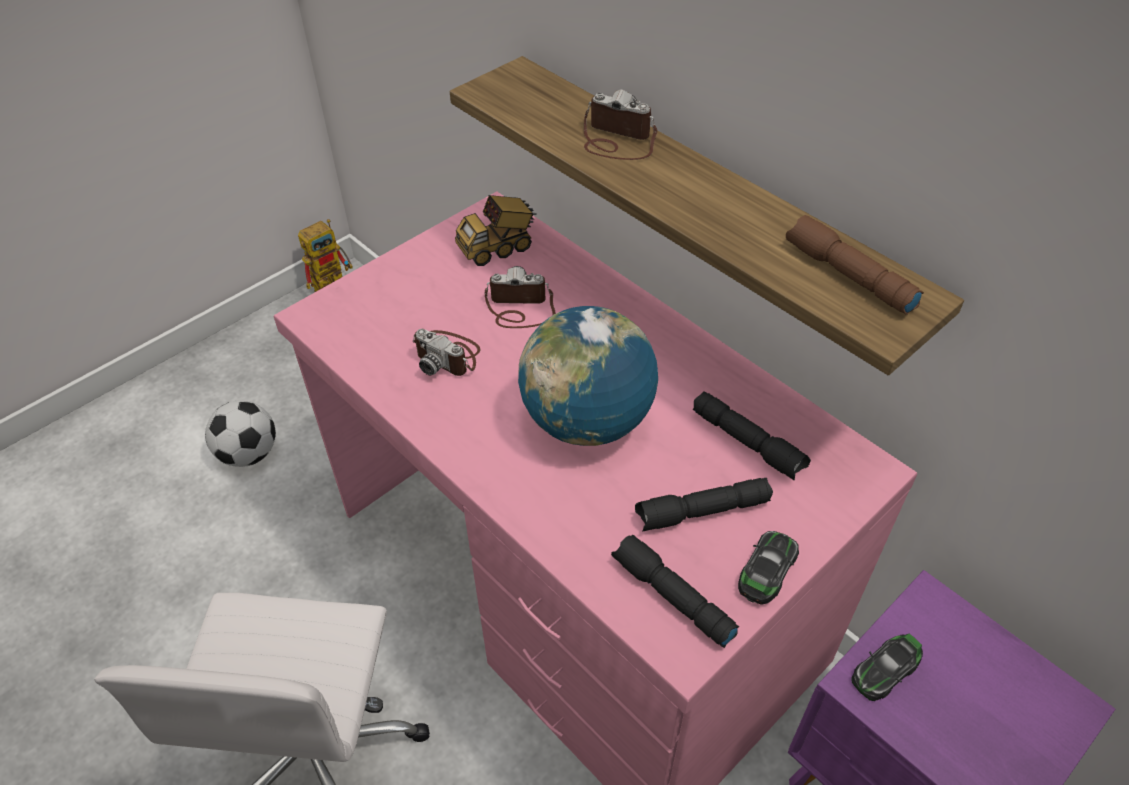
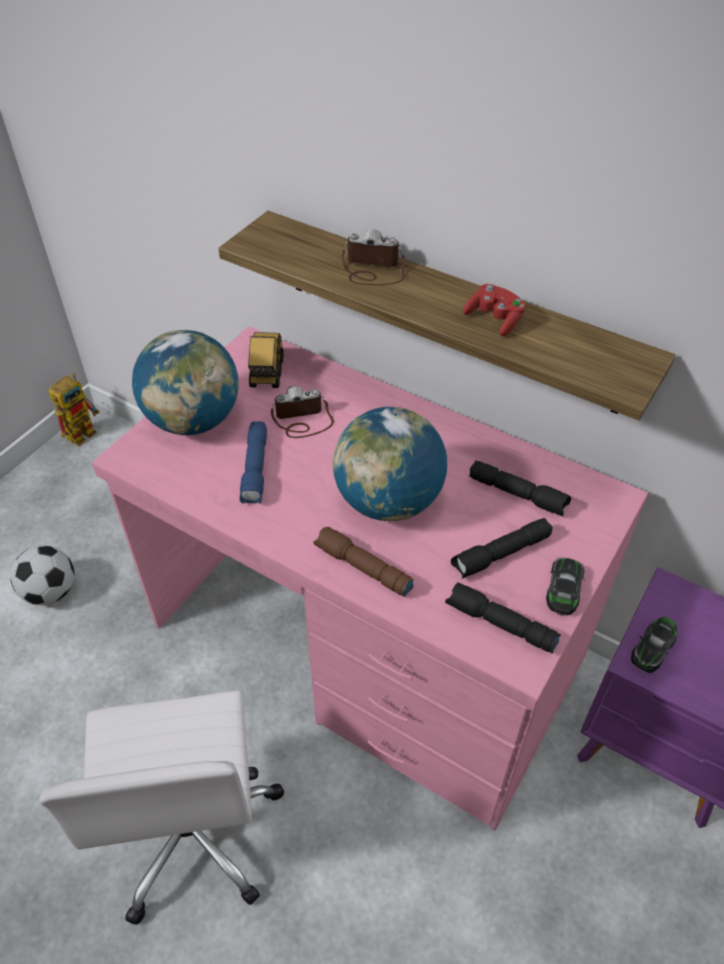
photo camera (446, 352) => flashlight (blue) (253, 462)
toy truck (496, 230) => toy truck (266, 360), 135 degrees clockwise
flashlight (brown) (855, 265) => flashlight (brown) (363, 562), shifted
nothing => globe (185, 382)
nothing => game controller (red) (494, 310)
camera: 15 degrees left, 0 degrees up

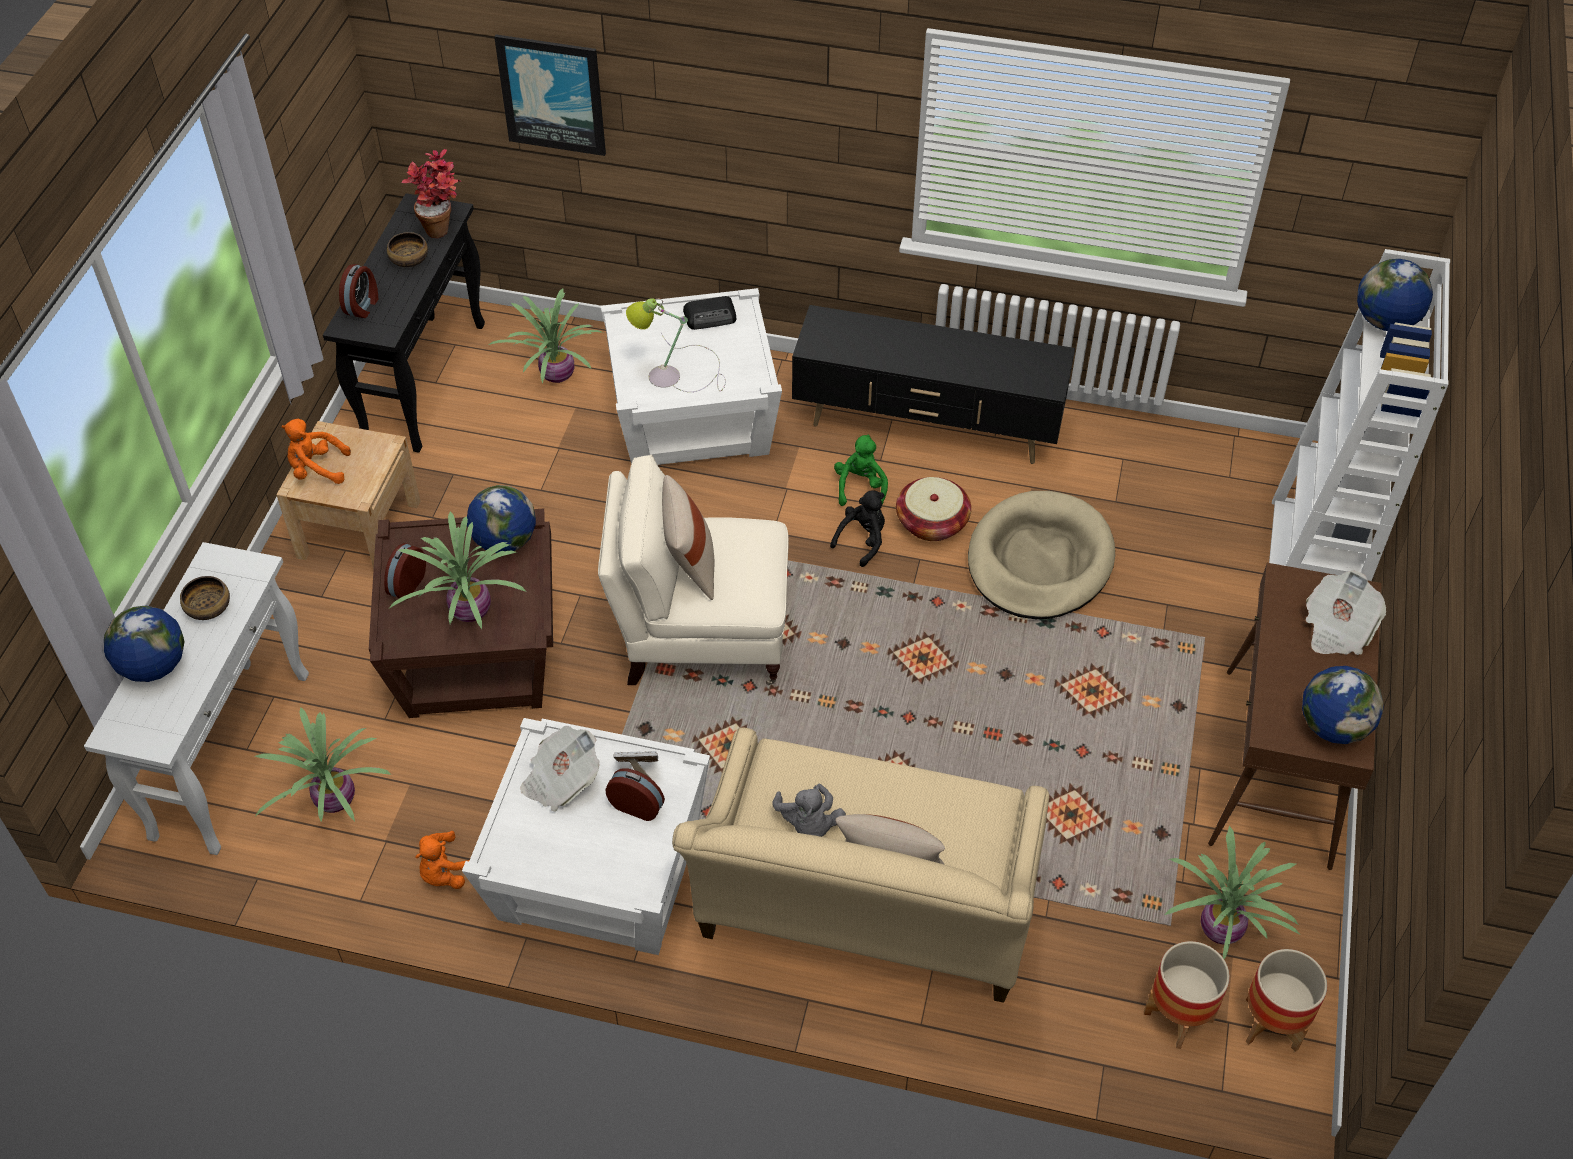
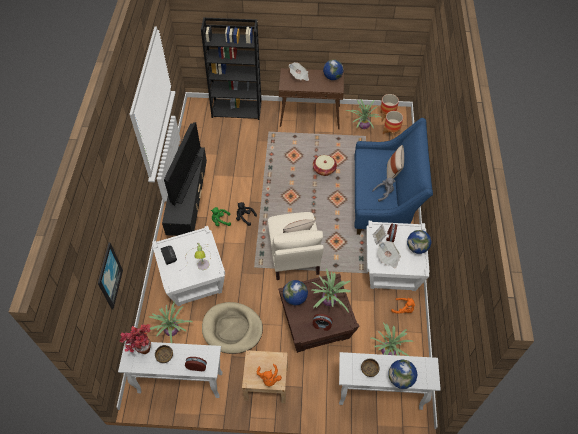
console table (black) (404, 323) => console table (white) (170, 369)
sofa (beige) (860, 865) => sofa (blue) (393, 176)
basket (933, 509) => basket (325, 165), shifted
dog bed (beige) (1041, 555) => dog bed (beige) (232, 328), shifted
bookcase (white) (1359, 415) => bookcase (black) (231, 68)
globe (1395, 295) => globe (419, 242), shifted
nothing => television (183, 164)
camera: 100 degrees left, 5 degrees up

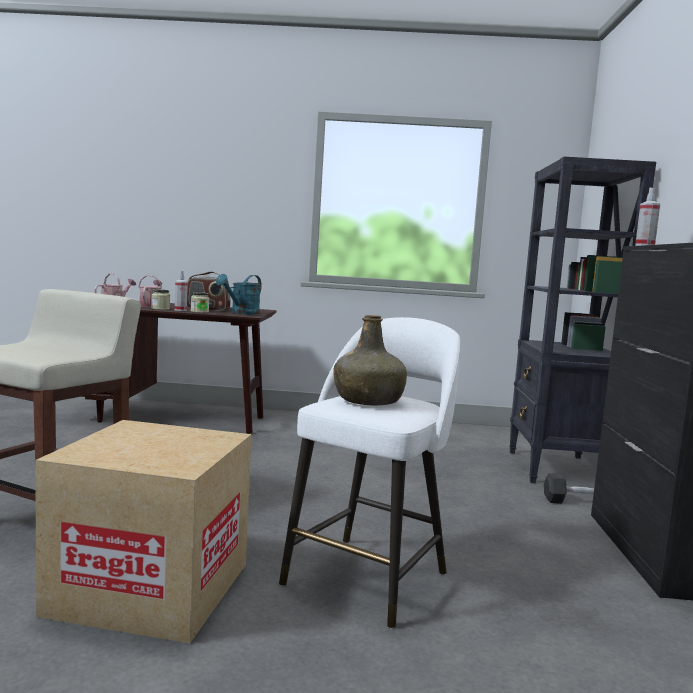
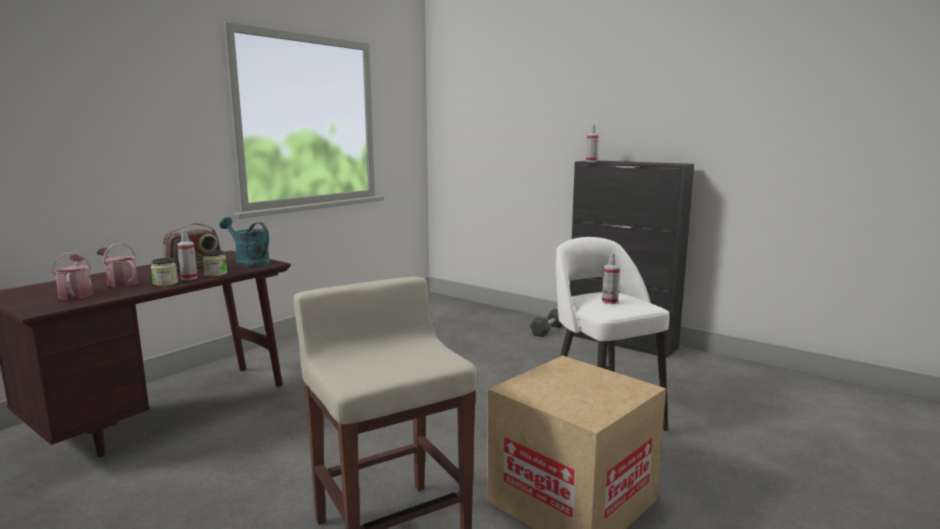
watering can (turquoise) (239, 294) => watering can (turquoise) (244, 242), 150 degrees clockwise
bottle (green) (370, 360) => spray bottle (611, 278)
bookcase (black) (582, 320) => nothing
camera: 55 degrees left, 5 degrees up

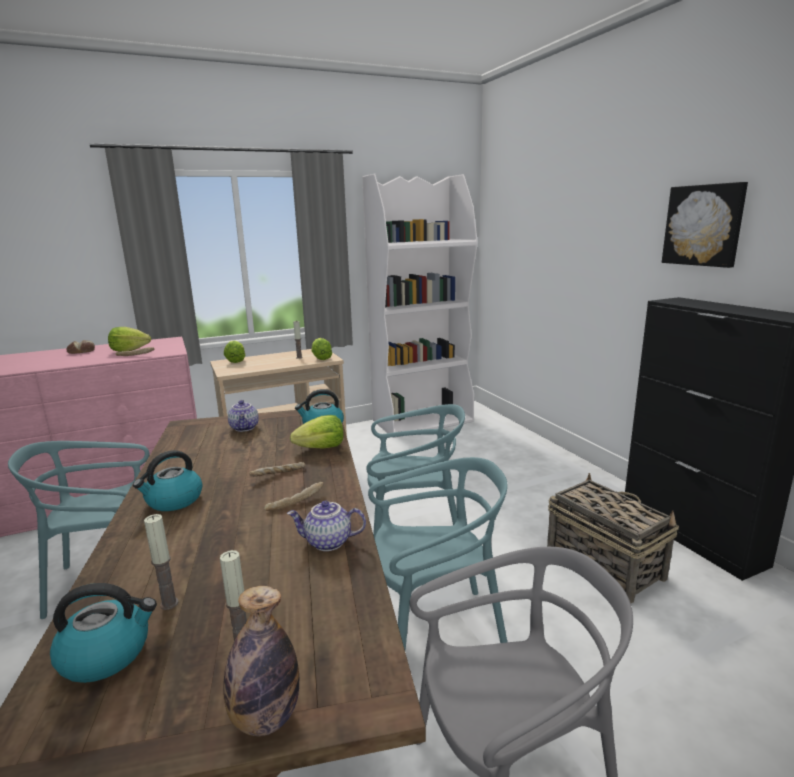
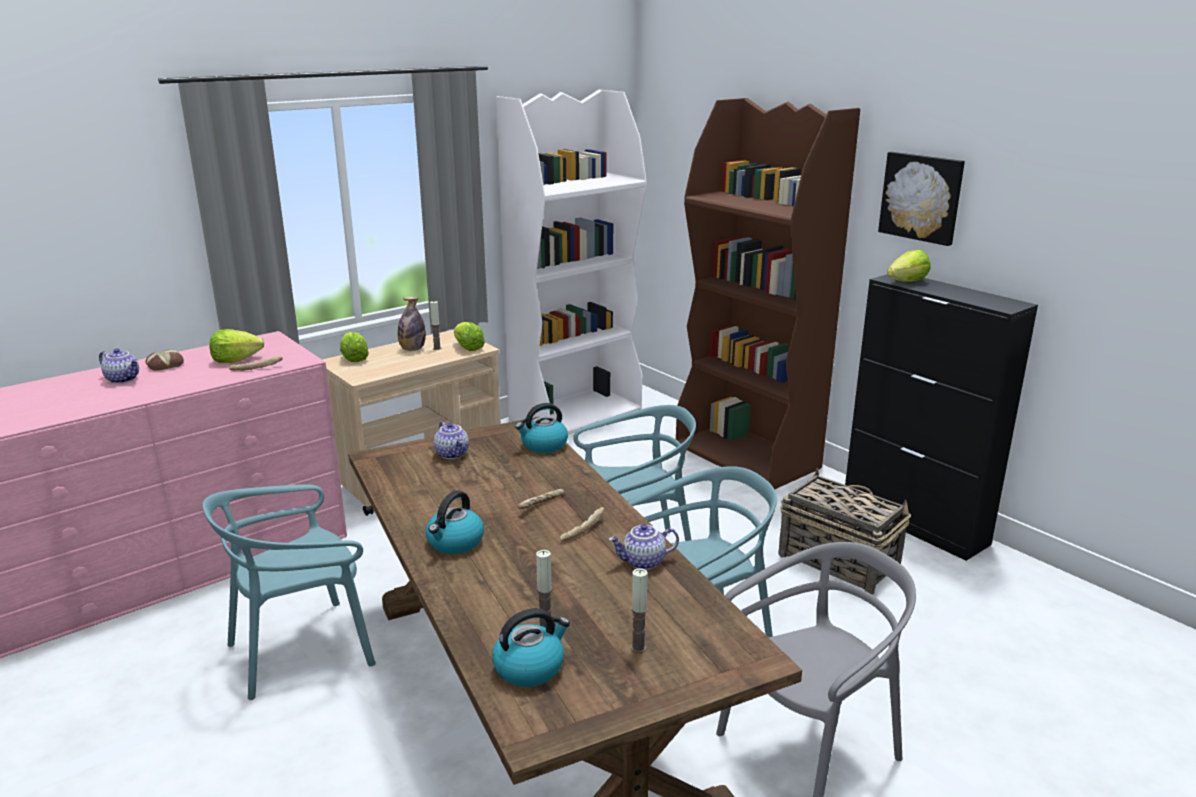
bottle (261, 661) => bottle (412, 324), shifted
lettuce (317, 431) => lettuce (908, 265), shifted
nothing => teapot (119, 366)
nothing => bookcase (brown) (768, 294)
camera: 15 degrees left, 5 degrees up

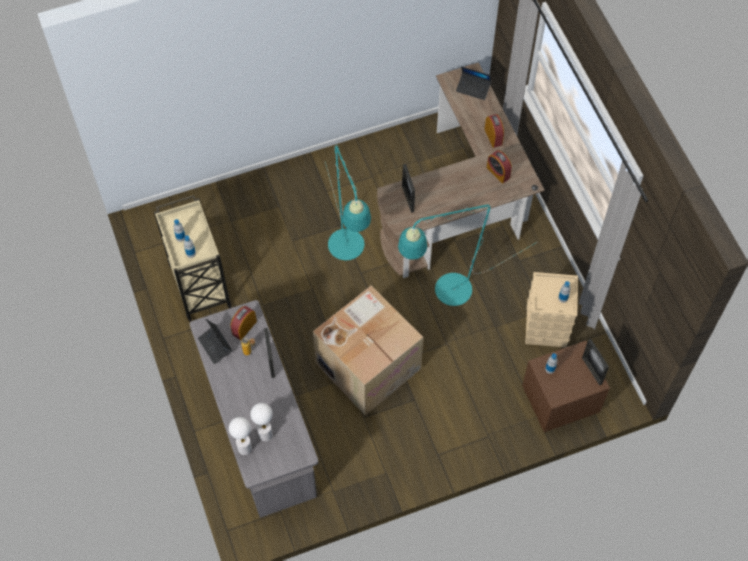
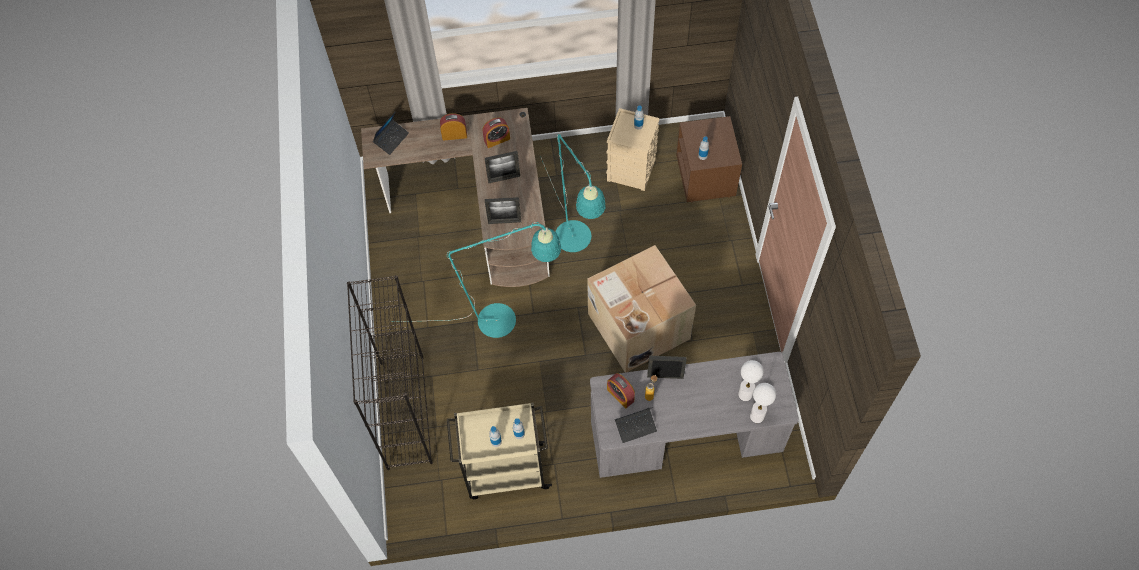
picture frame (595, 362) => picture frame (502, 167), shifted
nothing => bookcase (black) (390, 372)
camera: 75 degrees left, 0 degrees up

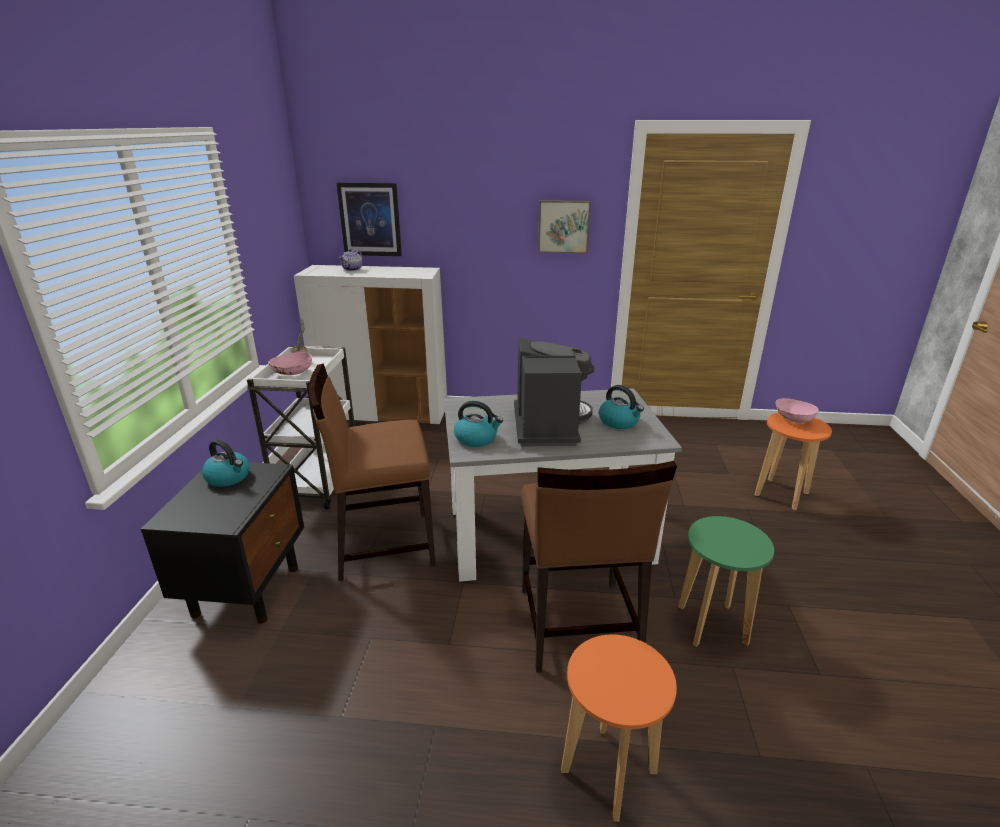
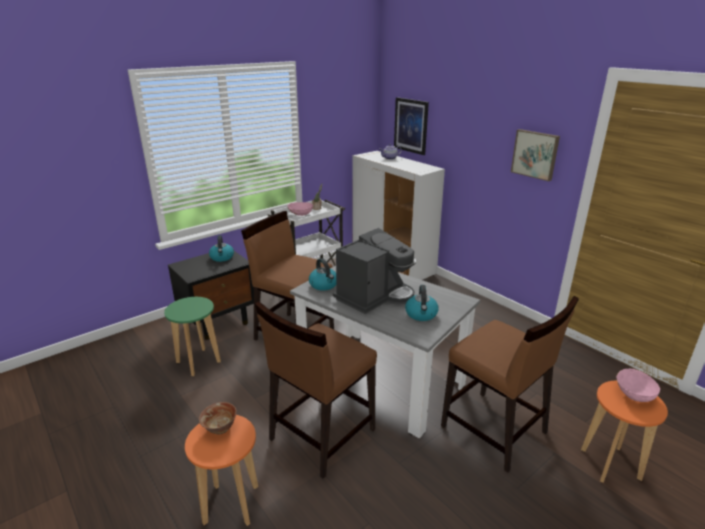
stool (green) (726, 581) => stool (green) (192, 336), shifted
nothing => bowl (218, 418)
nothing => chair (brown) (510, 384)
camera: 45 degrees right, 0 degrees up

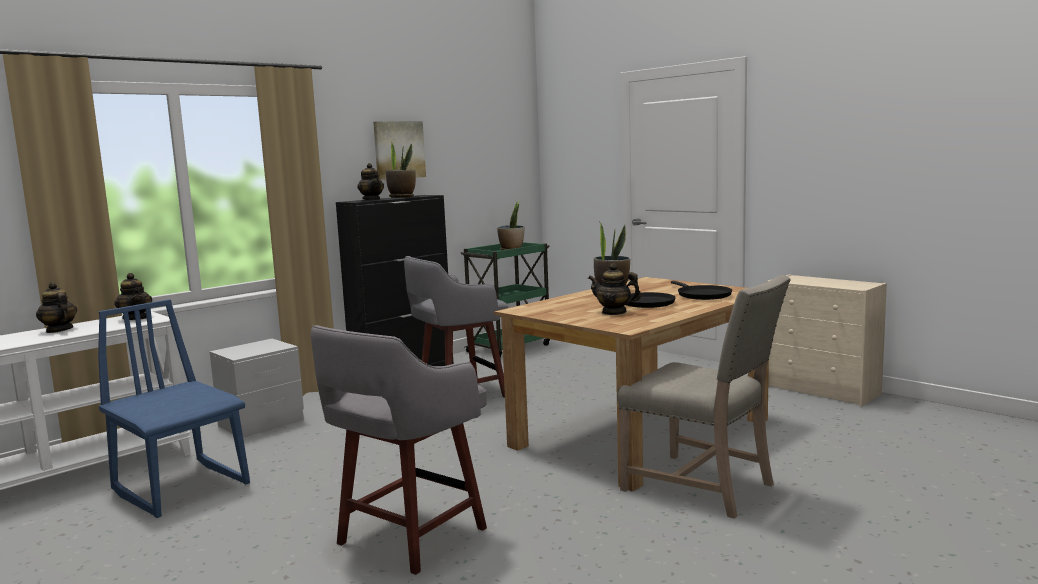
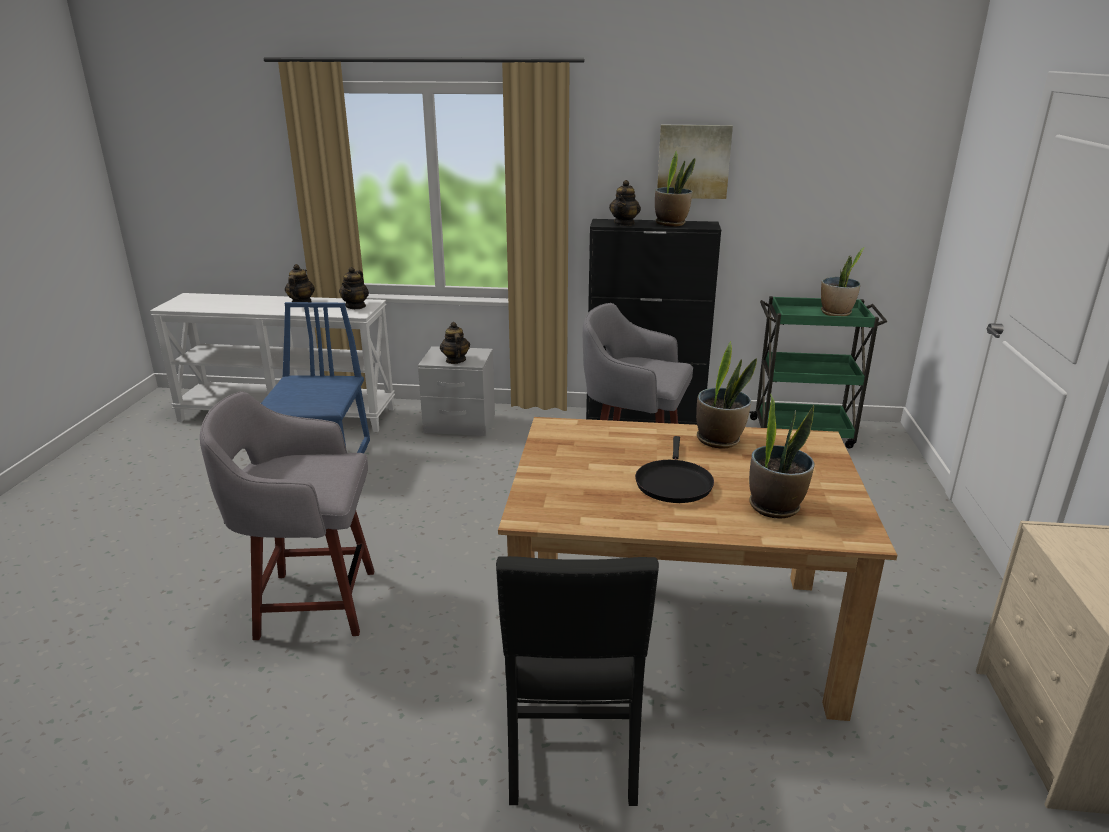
teapot (614, 289) => teapot (455, 343), shifted
chair (beige) (704, 397) => chair (black) (577, 681)
frying pan (black) (701, 290) => potted plant (782, 456)
camera: 50 degrees right, 15 degrees up

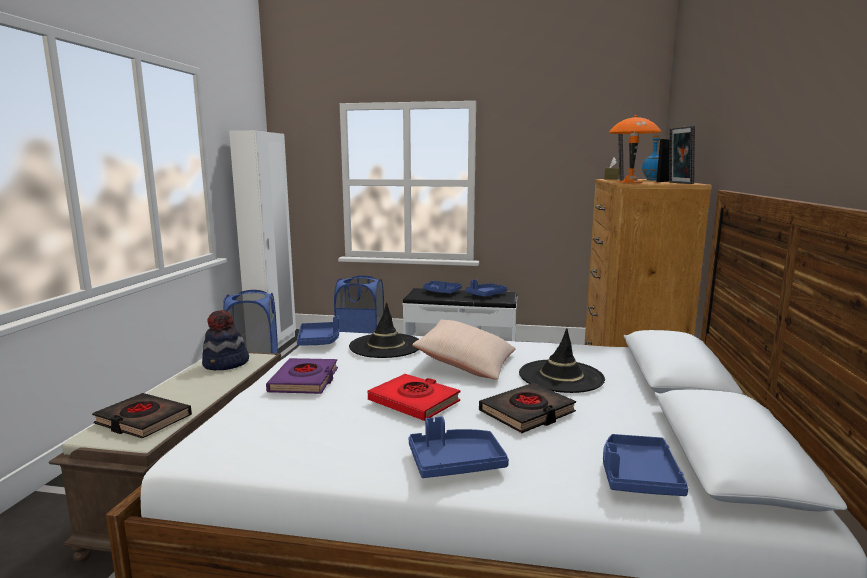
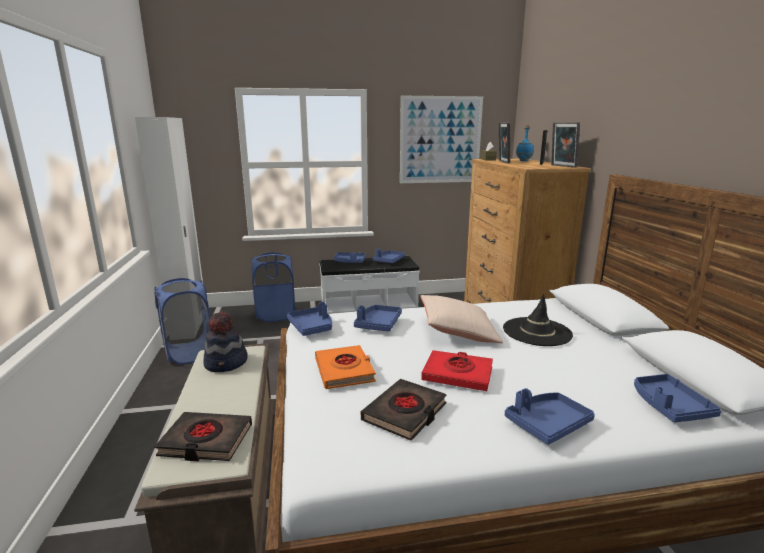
book (purple) (302, 376) => book (orange) (345, 367)
hat (black) (384, 330) => tray (blue) (378, 318)
book (black) (527, 408) => book (black) (404, 410), shifted
table lamp (orange) (635, 149) => nothing
nothing => picture (441, 139)
camera: 20 degrees left, 5 degrees up

